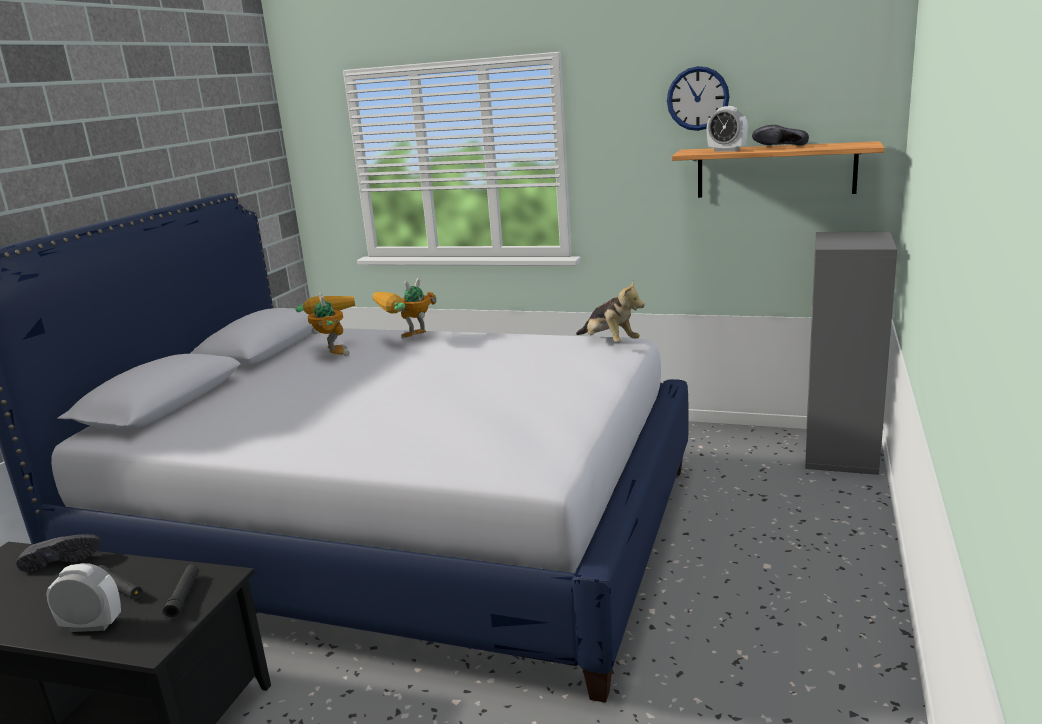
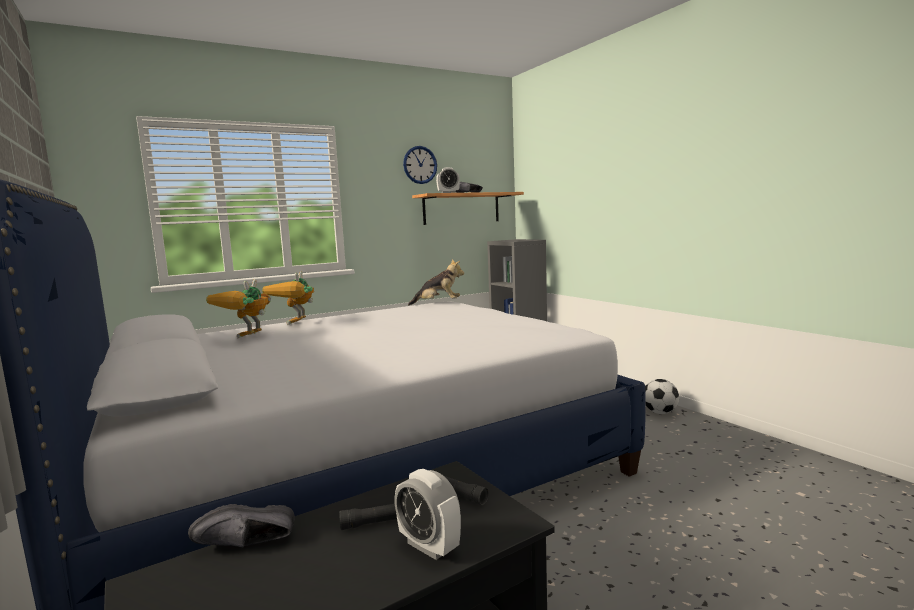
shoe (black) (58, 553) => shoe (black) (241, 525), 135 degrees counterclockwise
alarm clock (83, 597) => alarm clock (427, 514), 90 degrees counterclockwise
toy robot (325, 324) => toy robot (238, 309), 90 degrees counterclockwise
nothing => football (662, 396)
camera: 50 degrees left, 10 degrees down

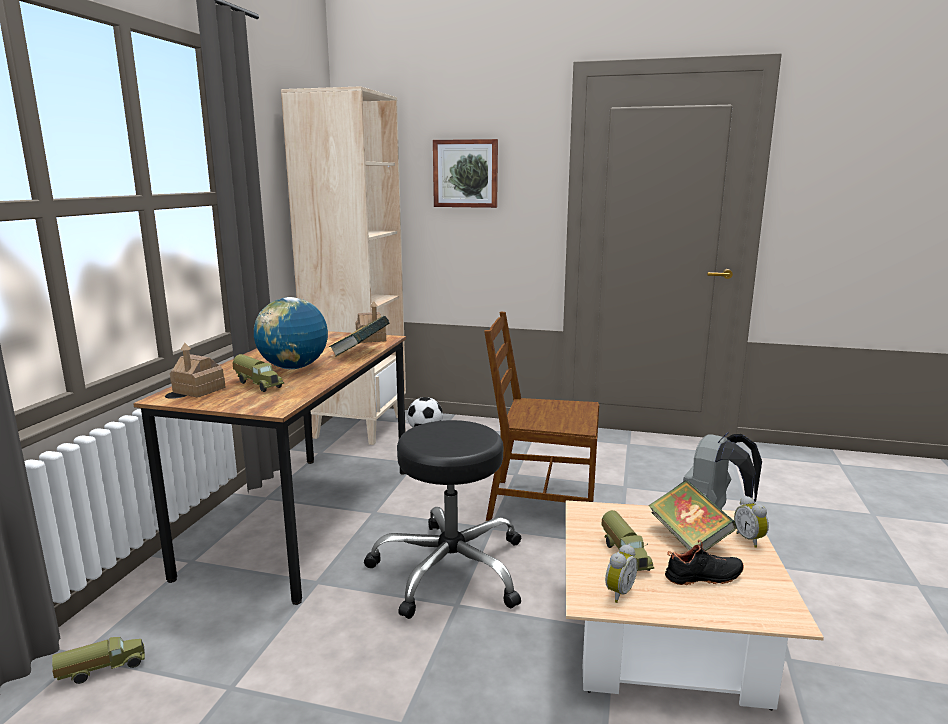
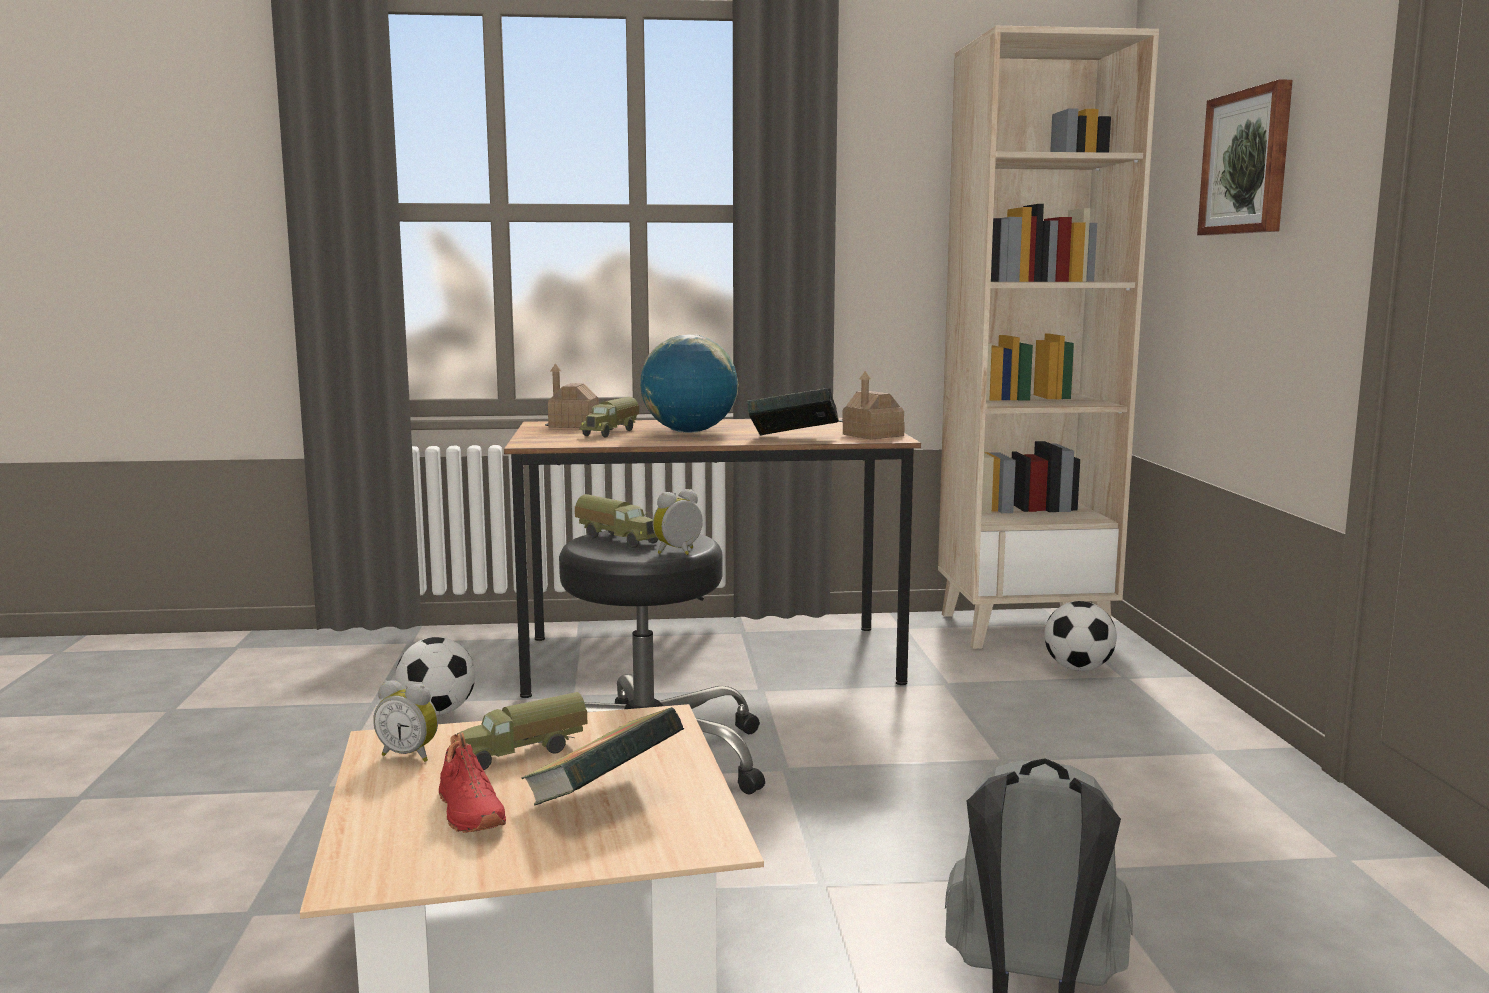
toy truck (98, 660) => toy truck (616, 521), shifted
chair (brown) (541, 416) => nothing
shoe (black) (704, 562) => shoe (red) (472, 782)
alarm clock (751, 522) => alarm clock (678, 522), shifted
nothing => football (435, 676)
camera: 70 degrees right, 5 degrees down

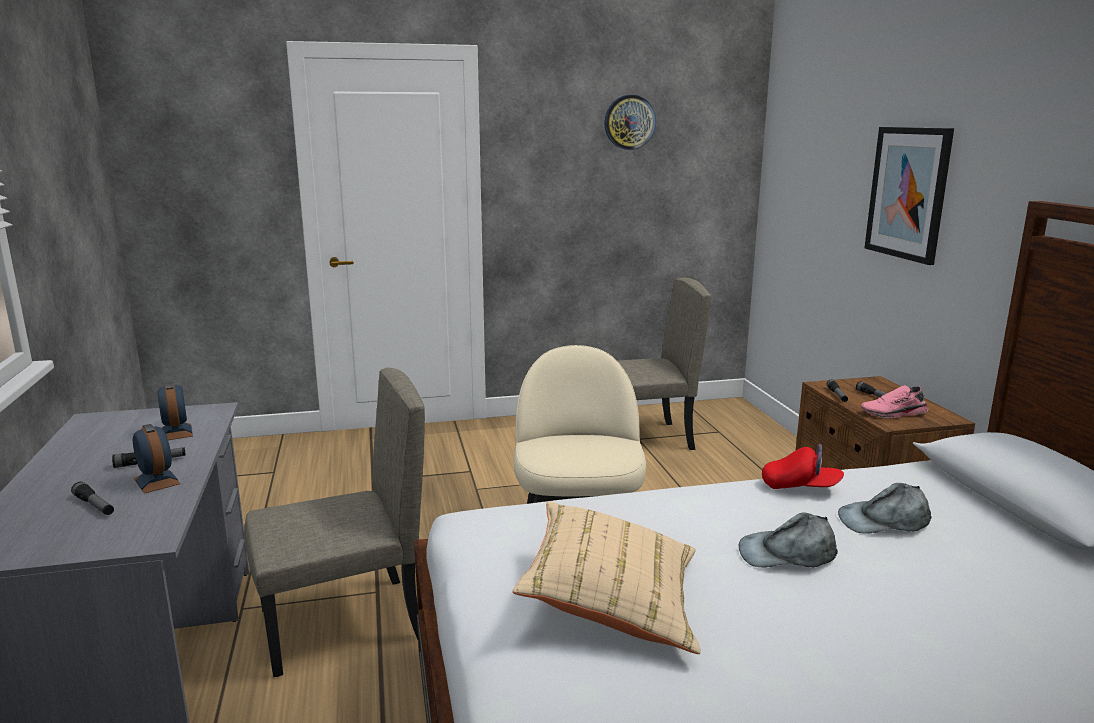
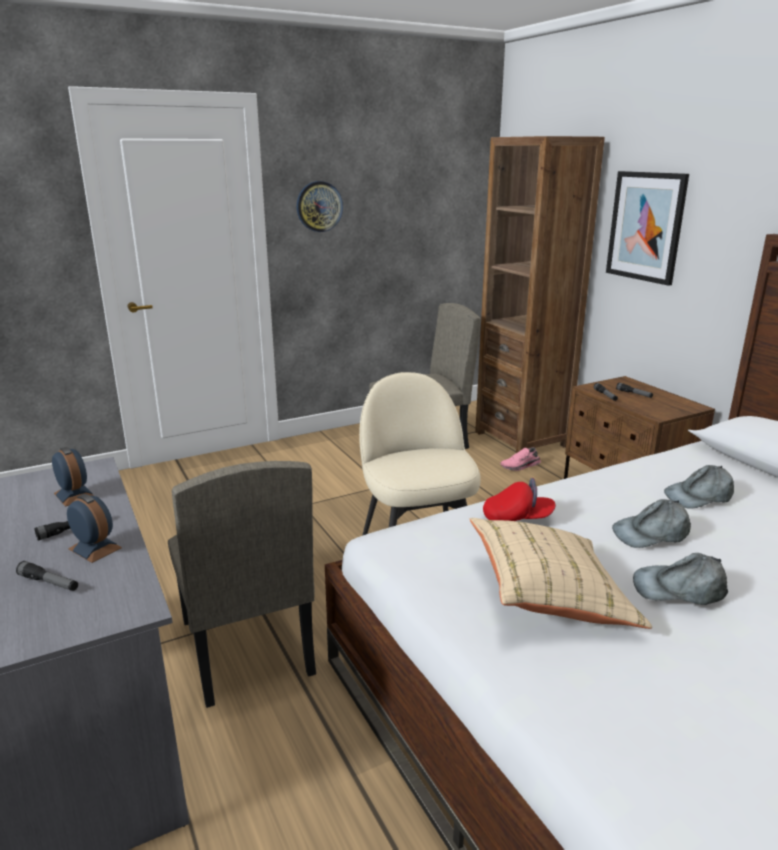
chair (beige) (334, 522) => chair (beige) (242, 584), 105 degrees clockwise
wall clock (630, 122) => wall clock (320, 206), shifted
cap (red) (803, 466) => cap (red) (519, 499), shifted
shoe (pink) (895, 401) => shoe (pink) (520, 459), shifted
nothing => bookcase (brown) (540, 294)
nothing => cap (grey) (680, 579)
camera: 15 degrees left, 5 degrees up

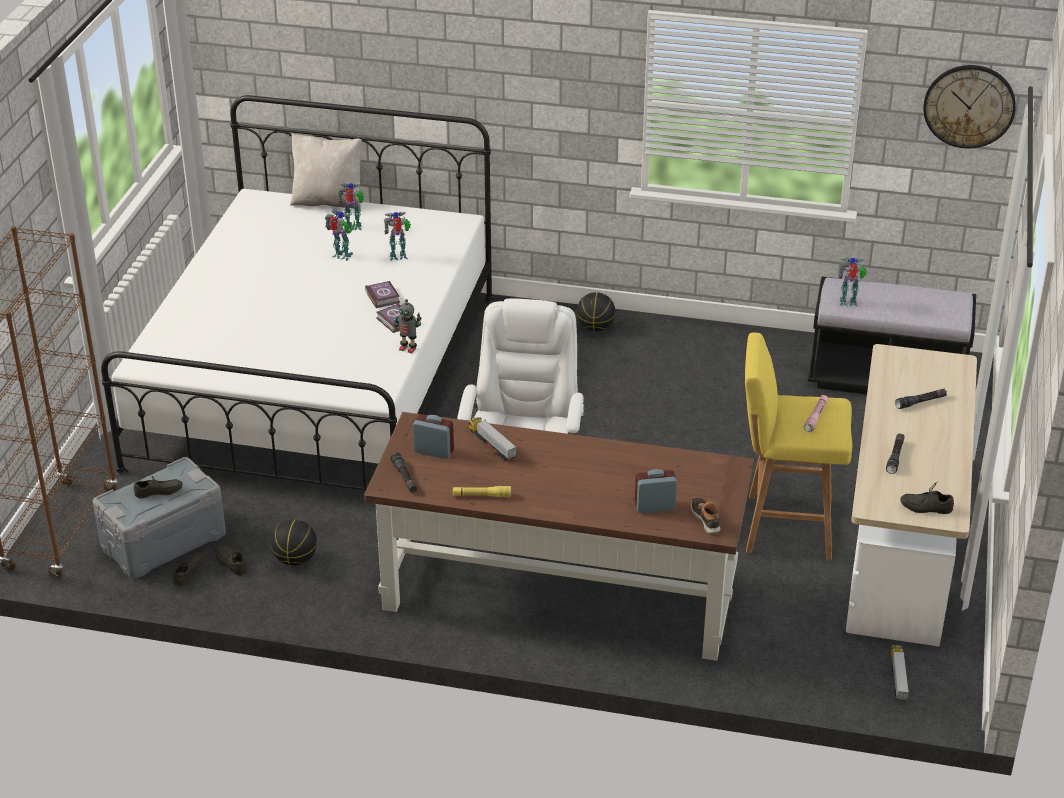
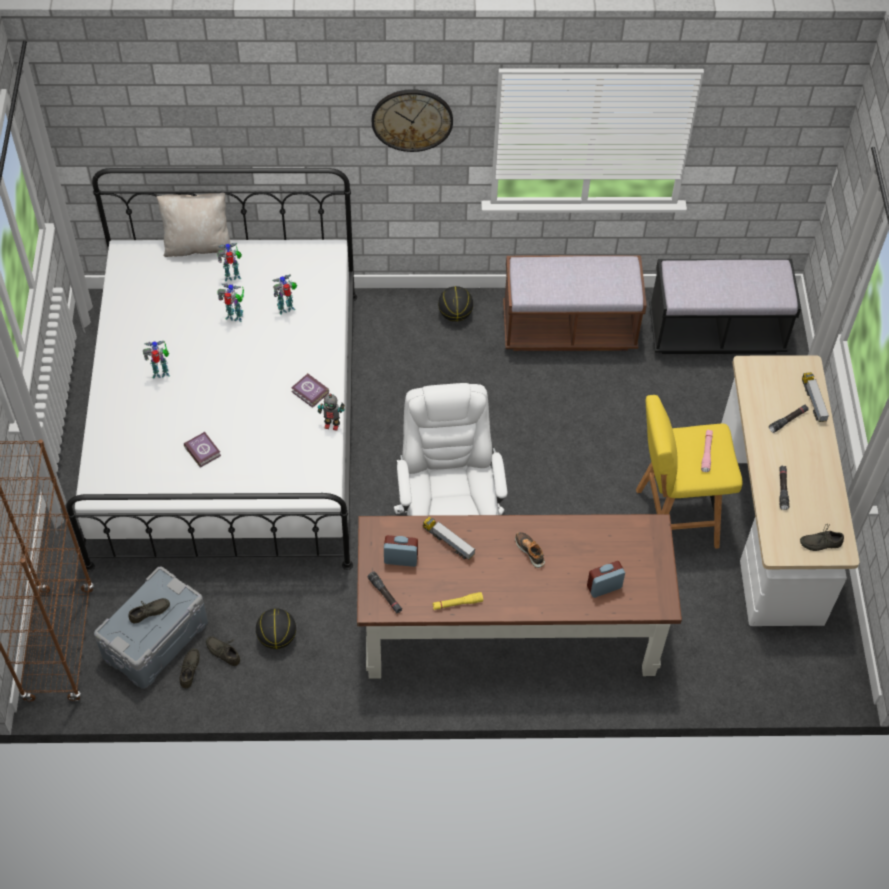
book (382, 294) => book (202, 450), shifted
shoe (706, 515) => shoe (530, 550), shifted
toy robot (852, 282) => toy robot (156, 359), shifted
toy truck (899, 673) => toy truck (815, 397), shifted
wall clock (969, 107) => wall clock (412, 120), shifted
nothing => bench (brown) (575, 303)
camera: 15 degrees left, 20 degrees up

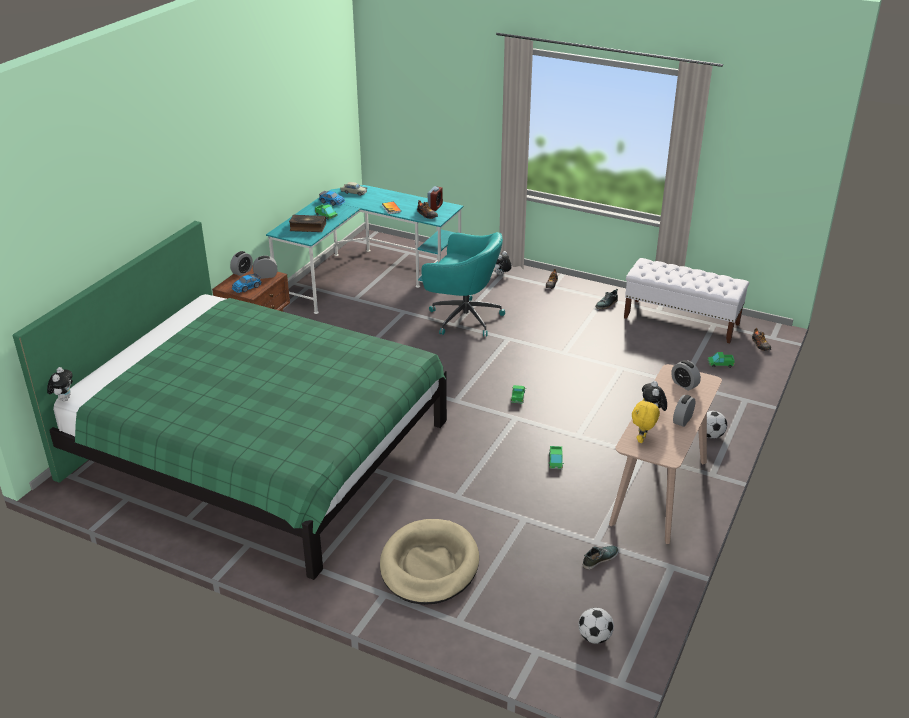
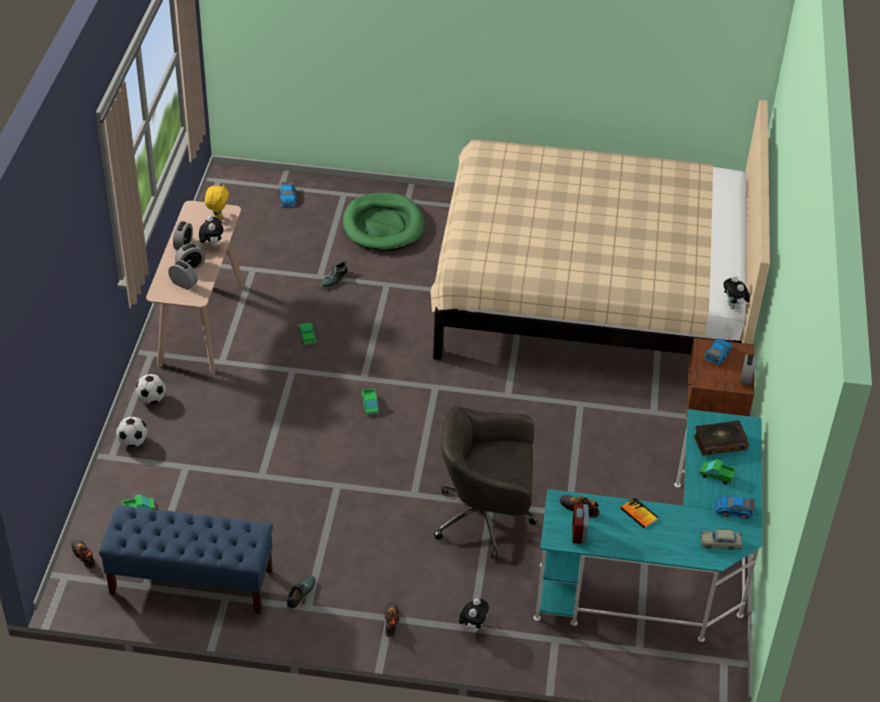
bed (green) (230, 400) => bed (beige) (600, 230)
plush toy (60, 384) => plush toy (736, 292), shifted
alarm clock (265, 267) => alarm clock (190, 256), shifted
dog bed (beige) (429, 562) => dog bed (green) (383, 222)
office chair (turquoise) (463, 284) => office chair (grey) (486, 482)
football (596, 626) => football (132, 432), shifted
shoe (601, 558) => shoe (333, 274), shifted
bench (white) (686, 300) => bench (blue) (186, 559)
nothing => toy car (288, 194)
camera: 160 degrees right, 10 degrees up

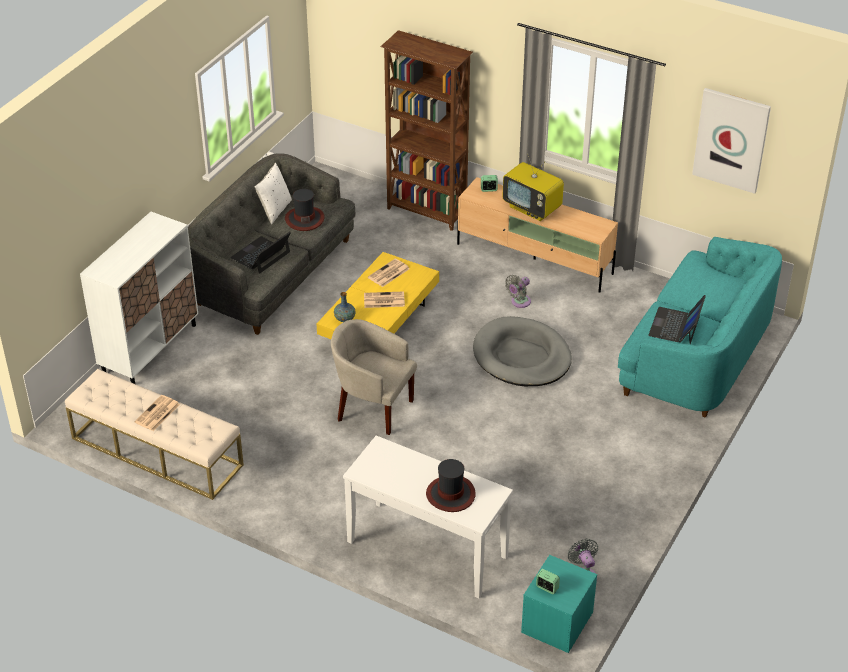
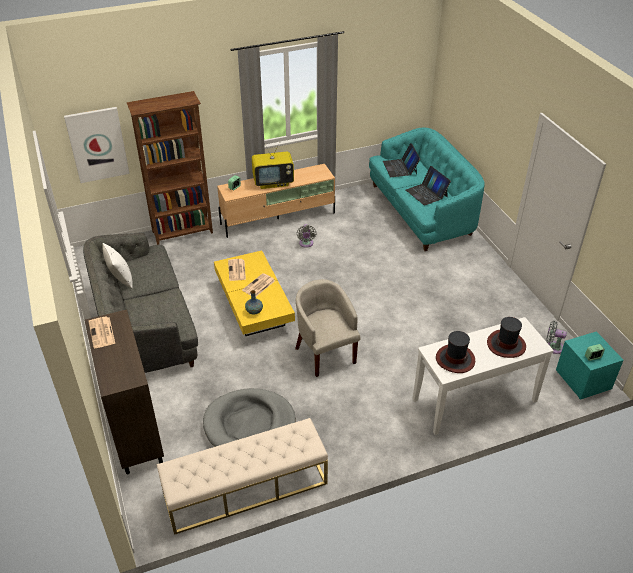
cabinet (white) (139, 298) => cabinet (brown) (124, 391)
newspaper (157, 413) => newspaper (101, 332), shifted
laptop (260, 253) => laptop (401, 160), shifted
hat (305, 210) => hat (455, 352), shifted
armchair (beige) (374, 377) => armchair (beige) (327, 328), 90 degrees clockwise
dog bed (grey) (522, 351) => dog bed (grey) (249, 417), shifted
picture (731, 141) => picture (97, 145), shifted
camera: 50 degrees left, 0 degrees up

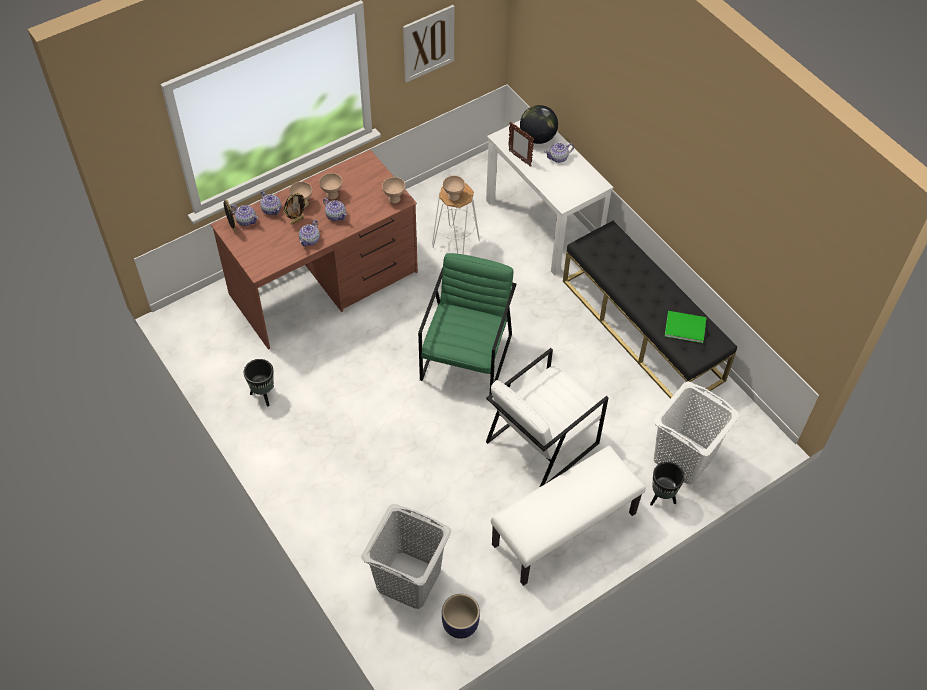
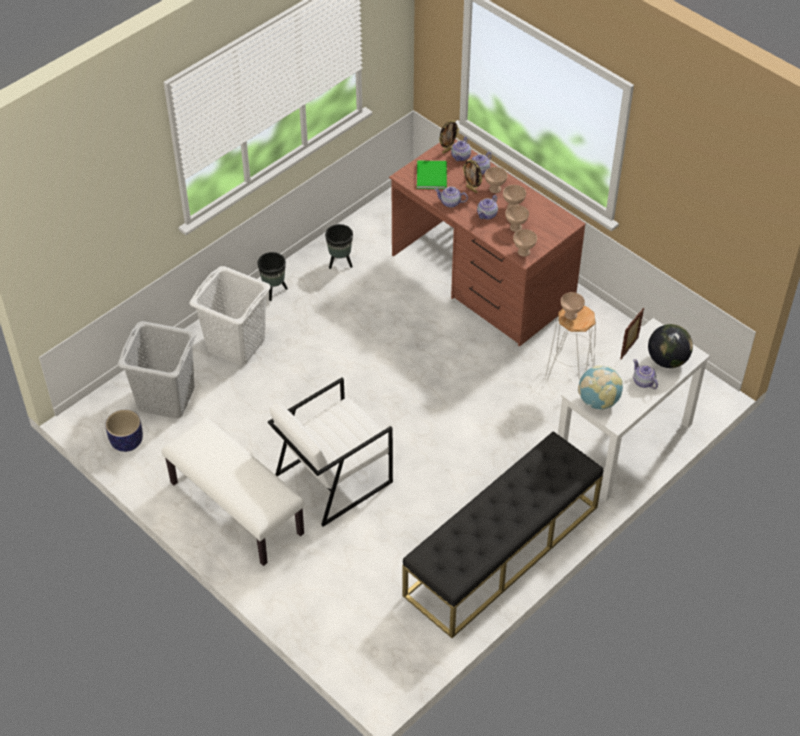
picture (428, 44) => nothing
armchair (green) (467, 323) => nothing
armchair (white) (547, 418) => armchair (white) (330, 452), 75 degrees counterclockwise
planter (black) (667, 484) => planter (black) (272, 276), shifted
laundry basket (white) (696, 433) => laundry basket (white) (230, 316), shifted
book (green) (685, 327) => book (green) (432, 175), shifted
nothing => bowl (beige) (517, 218)
nothing => globe (600, 388)
camera: 80 degrees right, 5 degrees down

